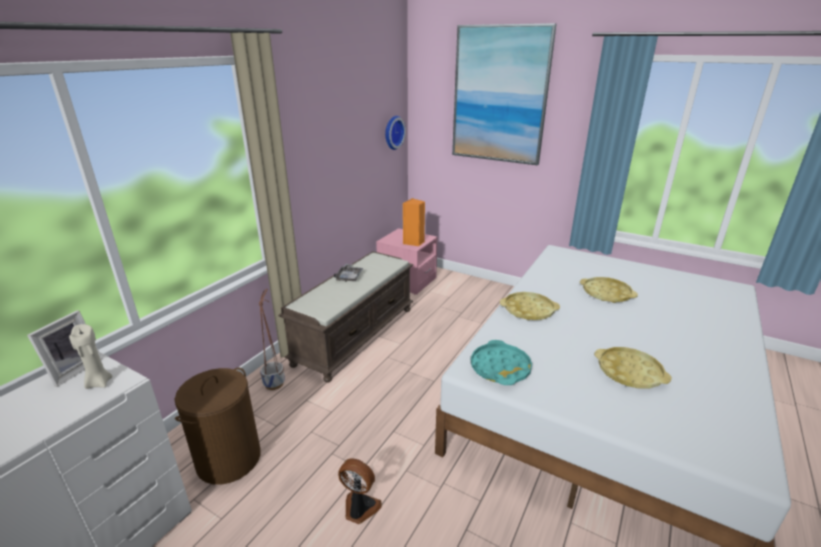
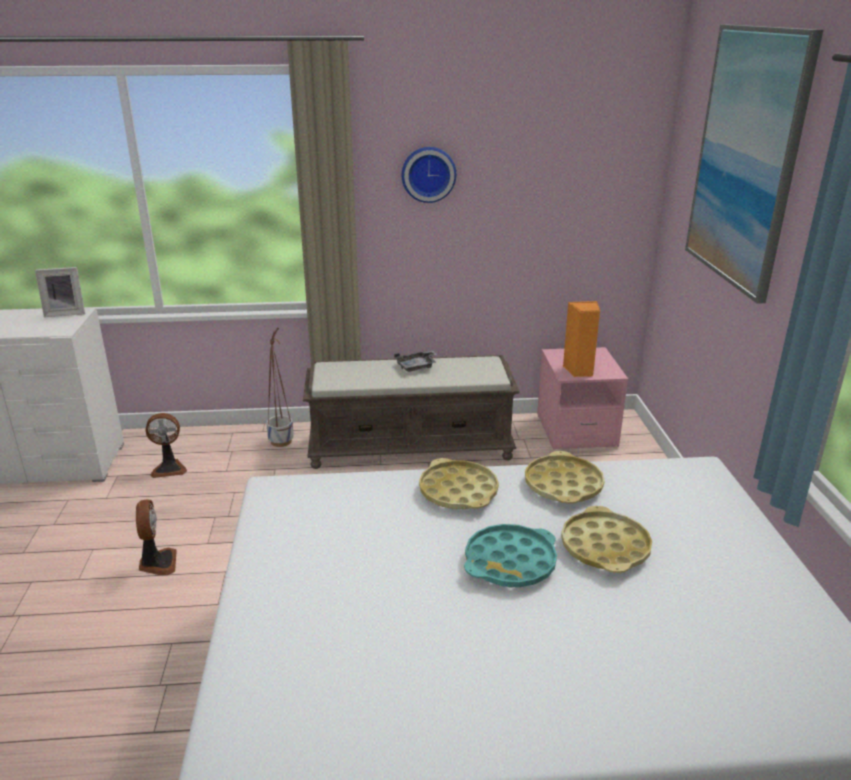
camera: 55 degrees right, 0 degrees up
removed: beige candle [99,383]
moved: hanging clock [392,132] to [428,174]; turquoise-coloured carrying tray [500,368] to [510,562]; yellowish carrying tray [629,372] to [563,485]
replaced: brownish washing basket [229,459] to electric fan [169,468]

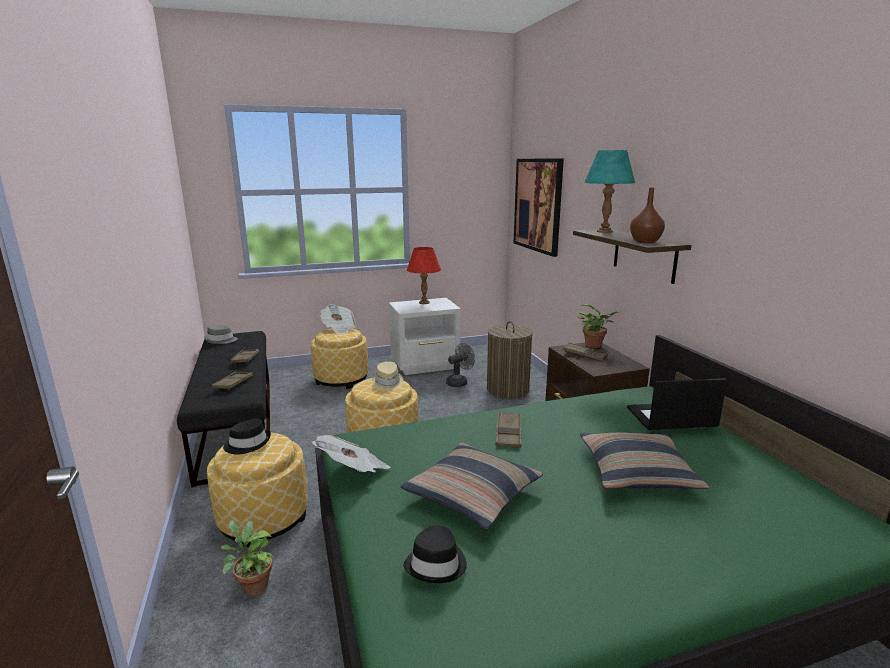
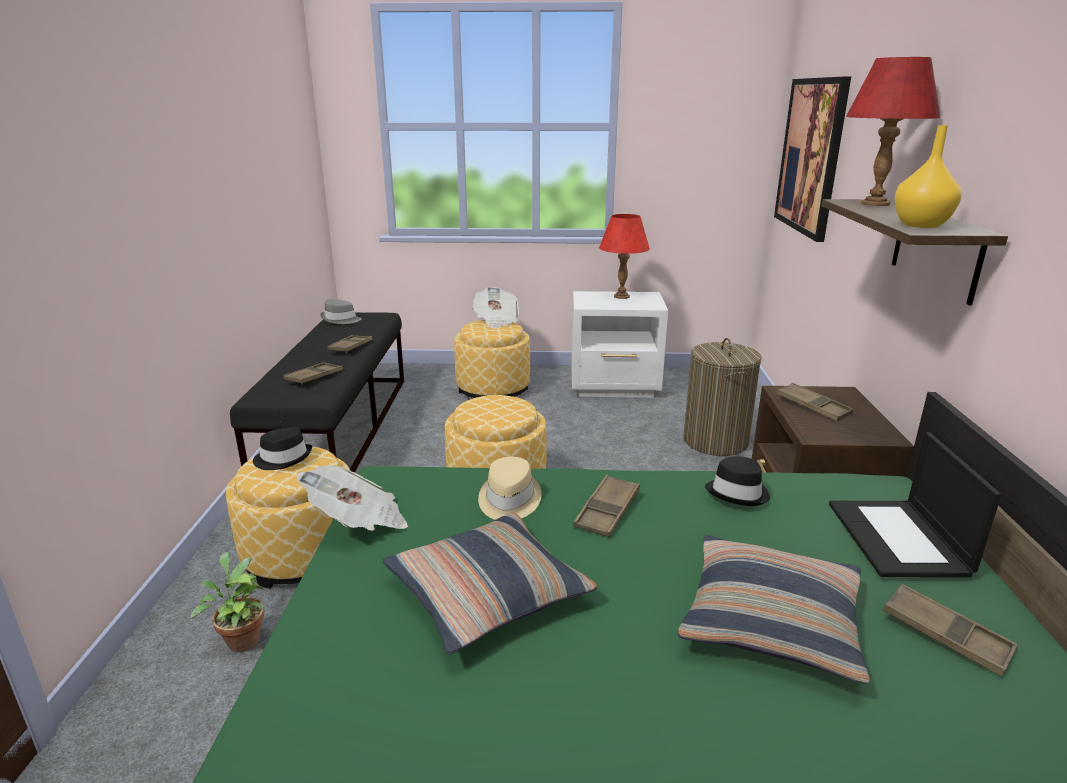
camera: 20 degrees right, 5 degrees up
removed: gray electric fan [459,382]; potted plant [595,345]
added: brownish carrying tray [946,635]
moved: beige hat [387,383] to [508,500]; black-coloured hat [436,564] to [738,493]
recoloured: turquoise-coloured lamp for a table [605,231] to red lamp for a table [875,203]; brownish decorative vase [645,242] to yellowish decorative vase [920,225]
turned: notebook computer [670,418] = [899,539] 105 degrees counterclockwise

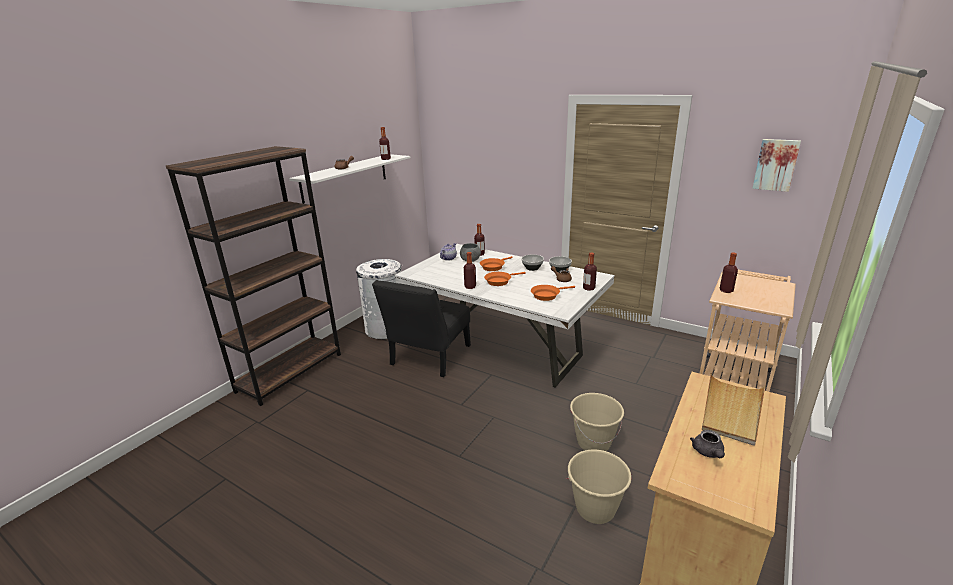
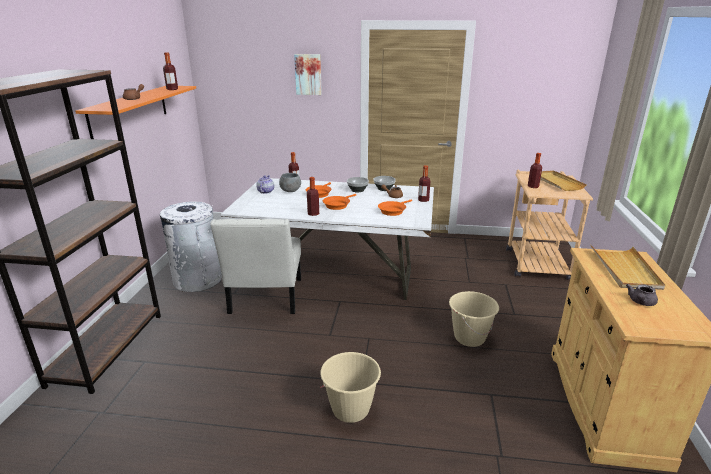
camera: 25 degrees left, 0 degrees up
added: beige carrying tray [556,182]
moved: beige pail [595,509] to [350,409]; picture [776,164] to [308,74]
recoloured: white-coloured wall shelf [345,177] to orange wall shelf [130,111]; black-coloured plain chair [428,357] to white-coloured plain chair [265,299]
turned: gray pot for tea [708,453] = [640,302] 60 degrees clockwise

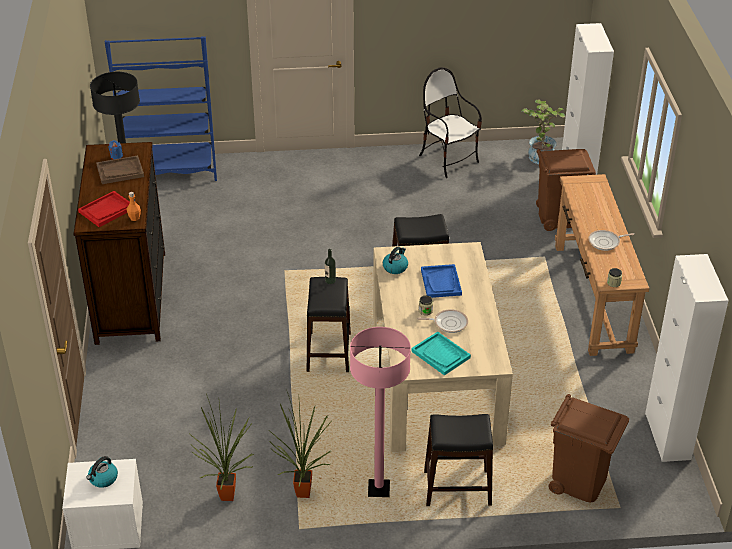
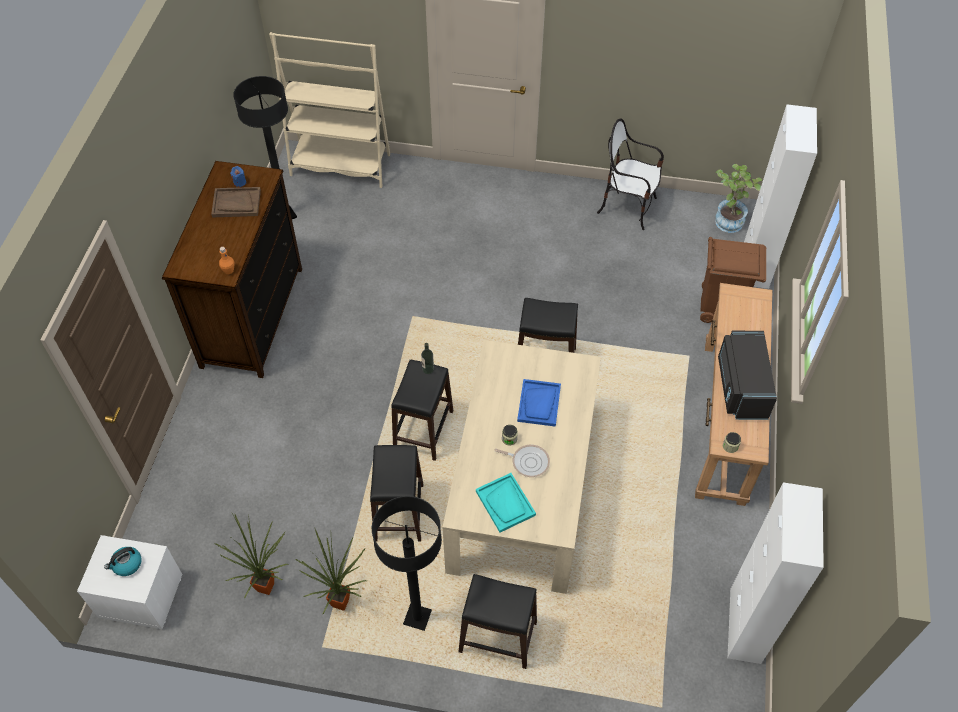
camera: 15 degrees right, 15 degrees up
removed: red carrying tray [106,210]; water kettle [395,267]; brownish trash can [579,482]
added: black-coloured stool seat [398,512]
replaced: frying pan [606,242] to black-coloured kitchen microwave [740,387]
recoloured: blue bookshelf [170,170] to beige bookshelf [340,165]; pink floor lamp [379,489] to black-coloured floor lamp [417,617]
turned: plain chair [448,160] = [627,207] 45 degrees counterclockwise

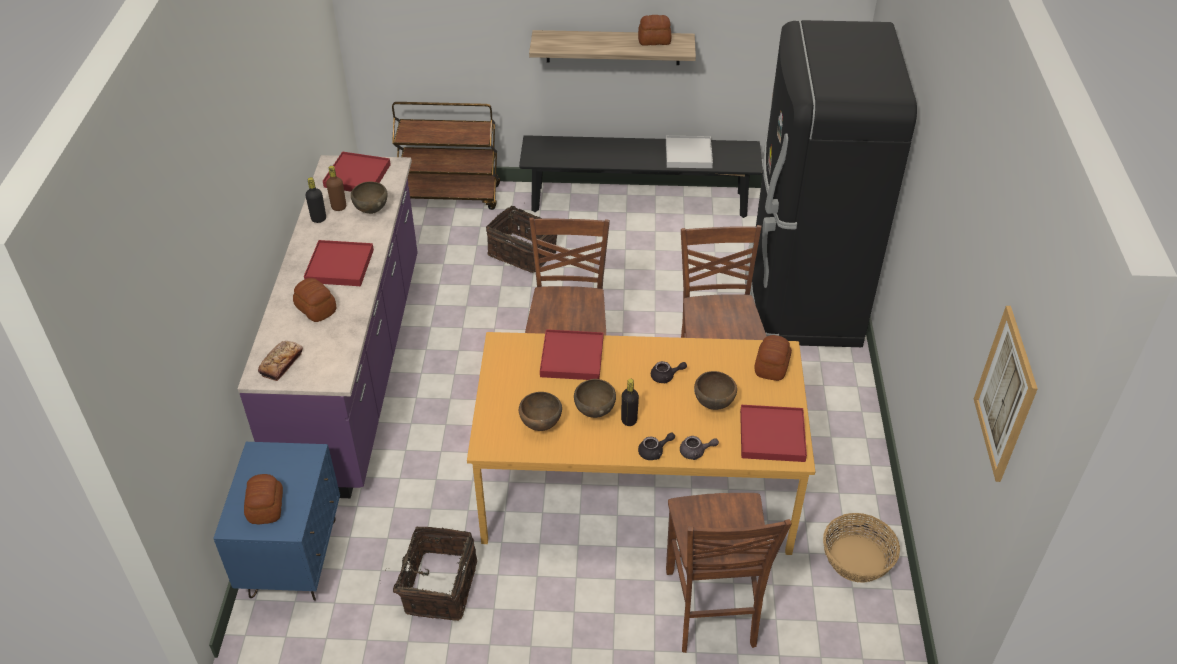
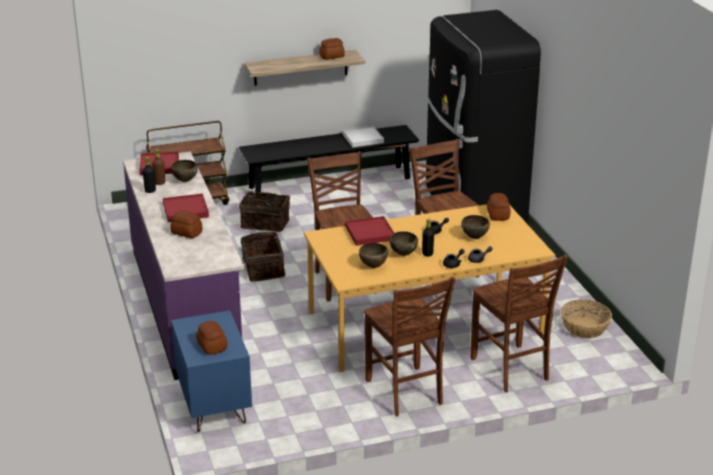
camera: 20 degrees left, 15 degrees down
removed: baked bread [281,363]; red carrying tray [772,436]; picture [1005,394]
added: brownish plain chair [405,393]
moved: storage basket [438,586] to [262,269]

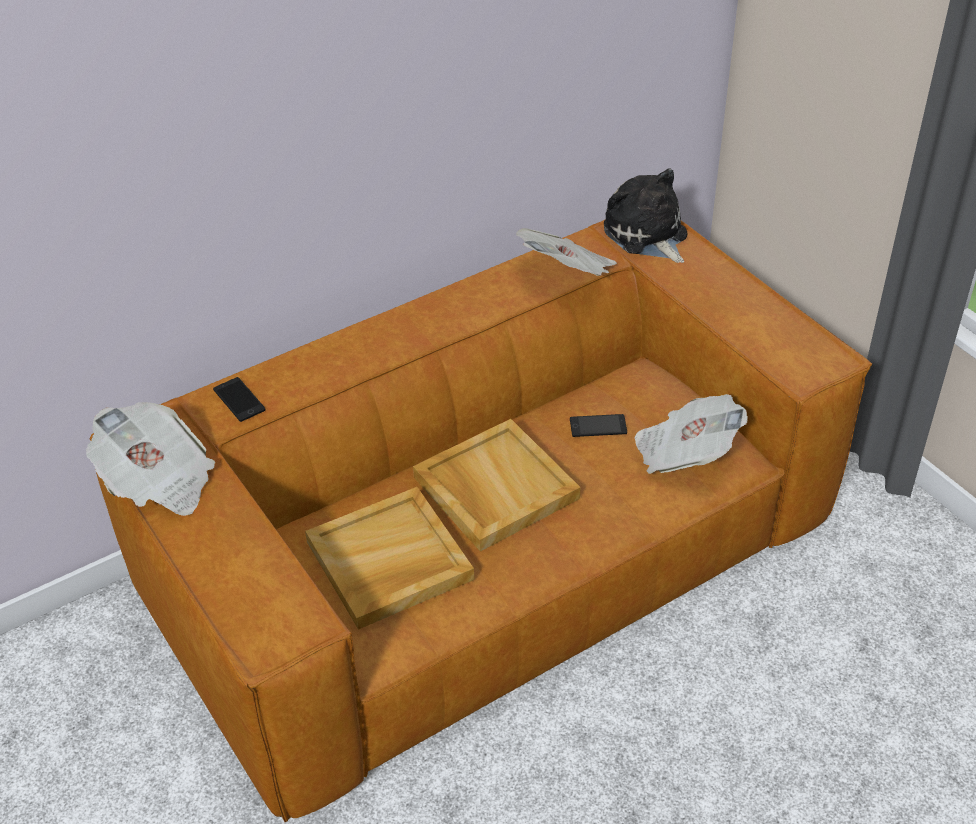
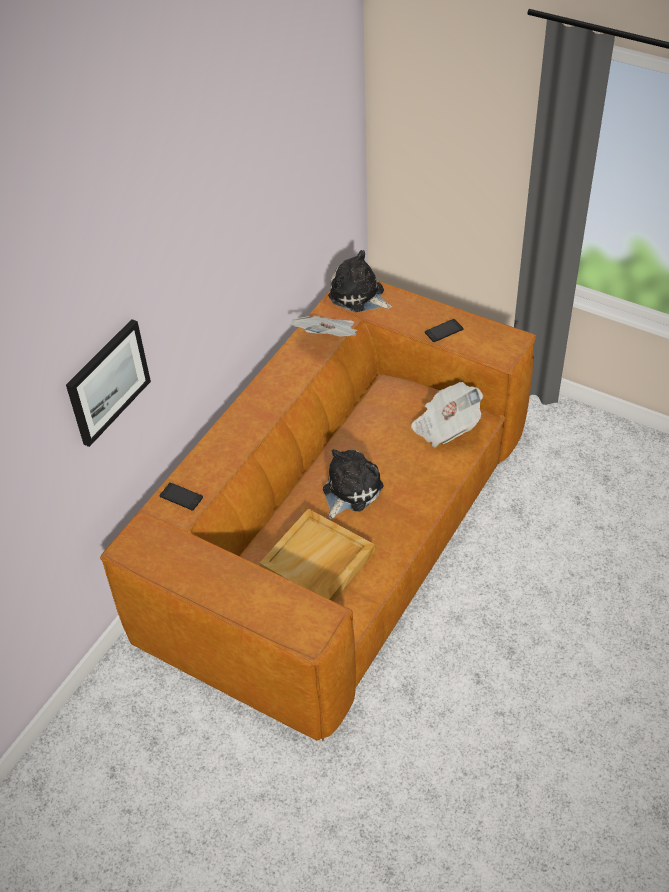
camera: 25 degrees left, 5 degrees up
removed: printed paper [158,481]
added: picture [107,381]
moved: telephone [598,426] to [444,331]
replaced: beige carrying tray [494,488] to cuddly toy [349,491]

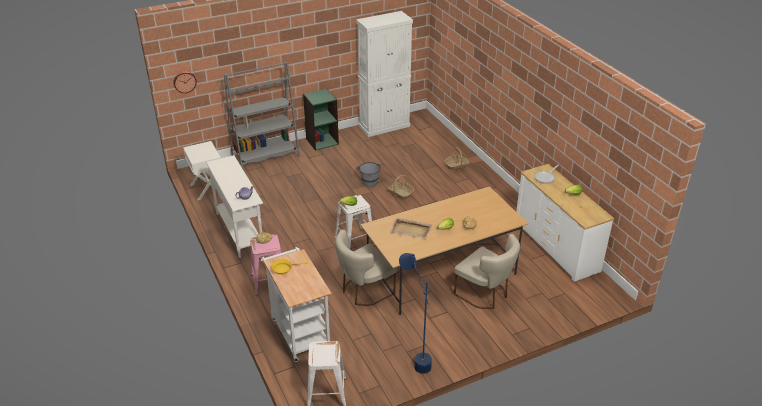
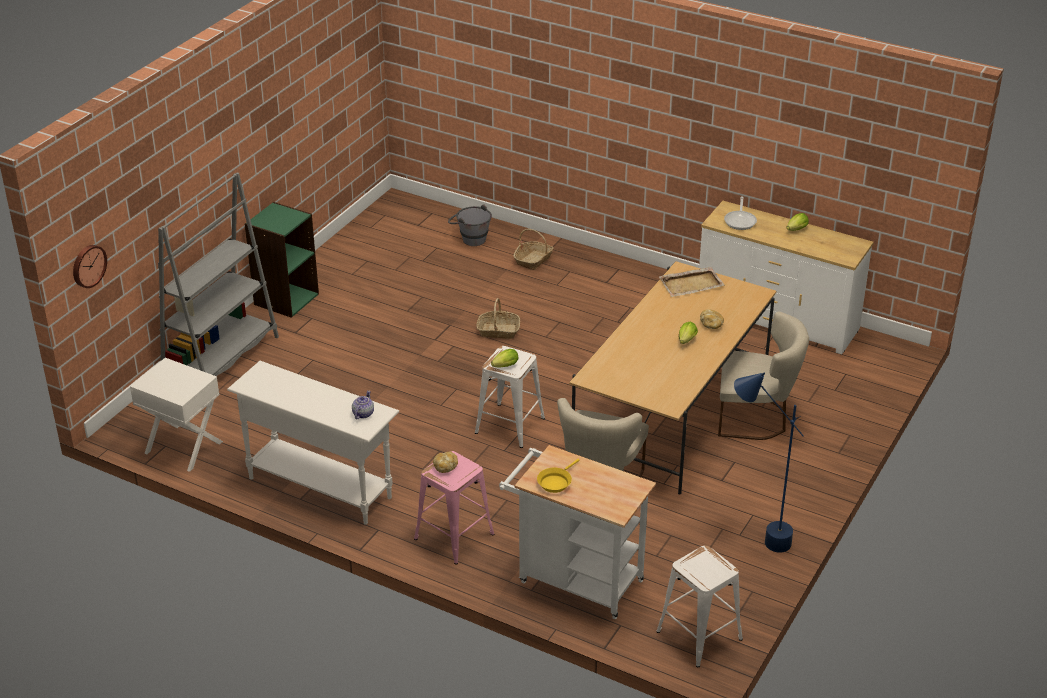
camera: 35 degrees left, 0 degrees up
removed: white-coloured cabinet [384,126]
moved: gray pail [368,181] to [470,238]; beige carrying tray [411,230] to [692,284]

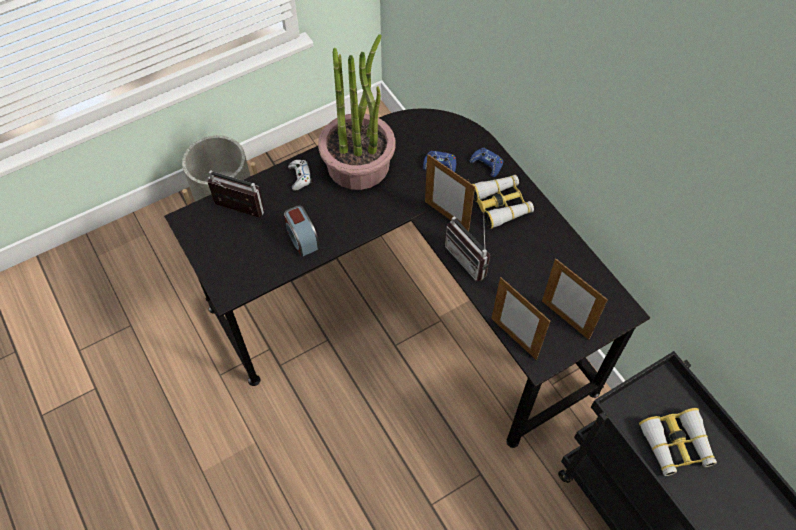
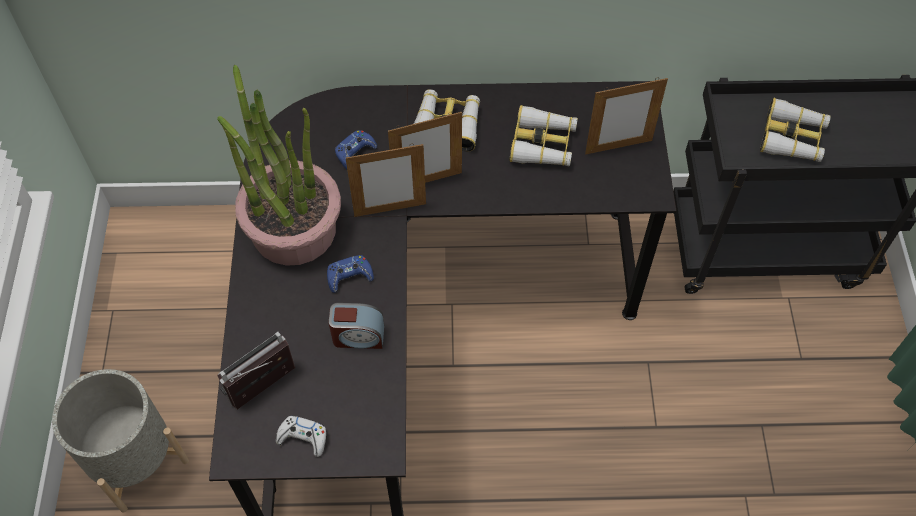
camera: 60 degrees left, 0 degrees up
removed: radio set [471,258]
added: pair of binoculars [543,144]
moved: white-coloured gamepad [300,177] to [303,438]; blue gamepad [487,164] to [349,276]; photo frame [513,338] to [390,209]

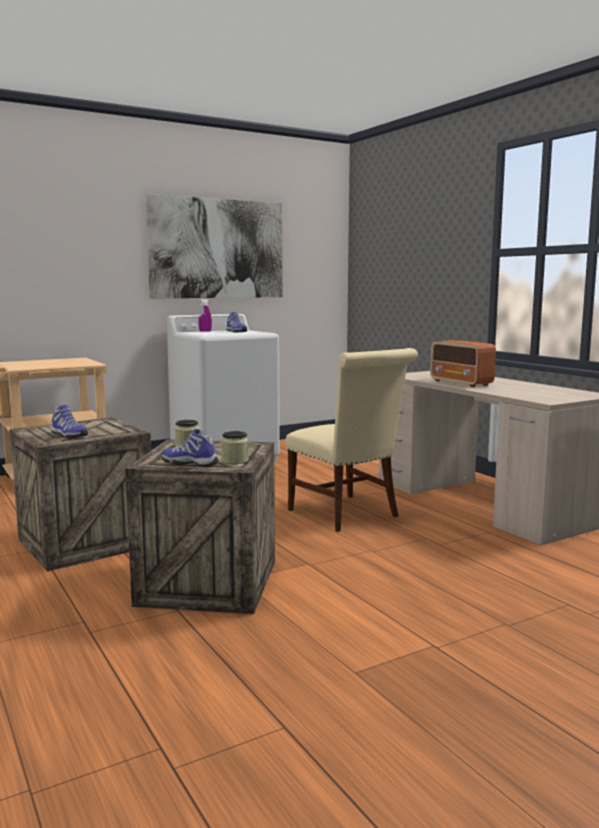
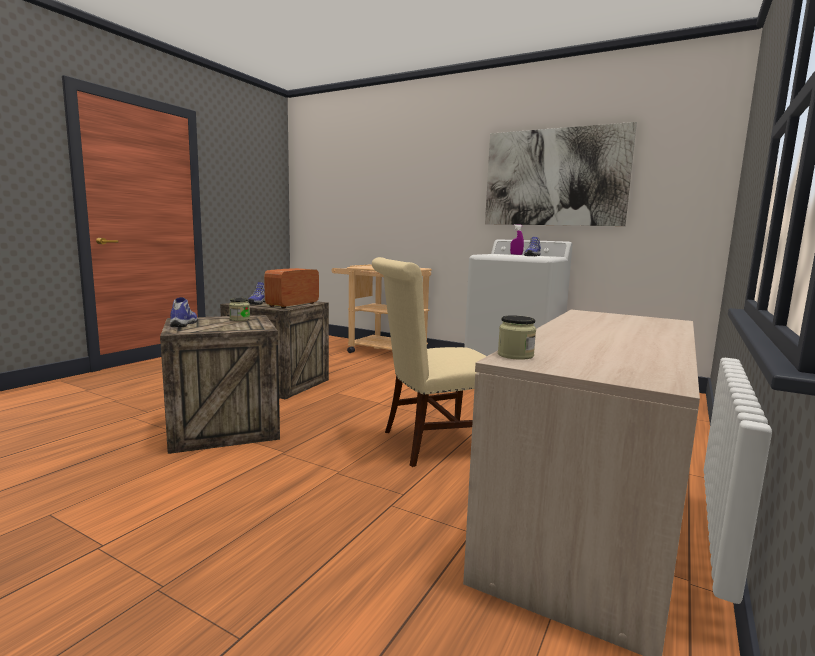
camera: 60 degrees right, 0 degrees up
moved: storage jar [235,461] to [515,355]; radio set [461,383] to [292,305]
turned: beige plain chair [348,514] = [430,443] 45 degrees clockwise

